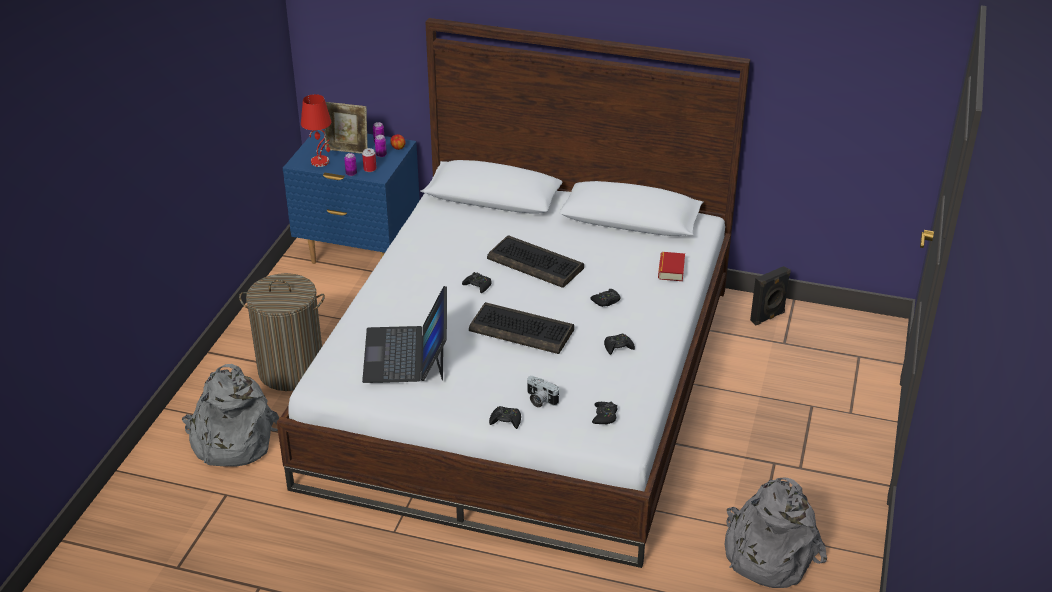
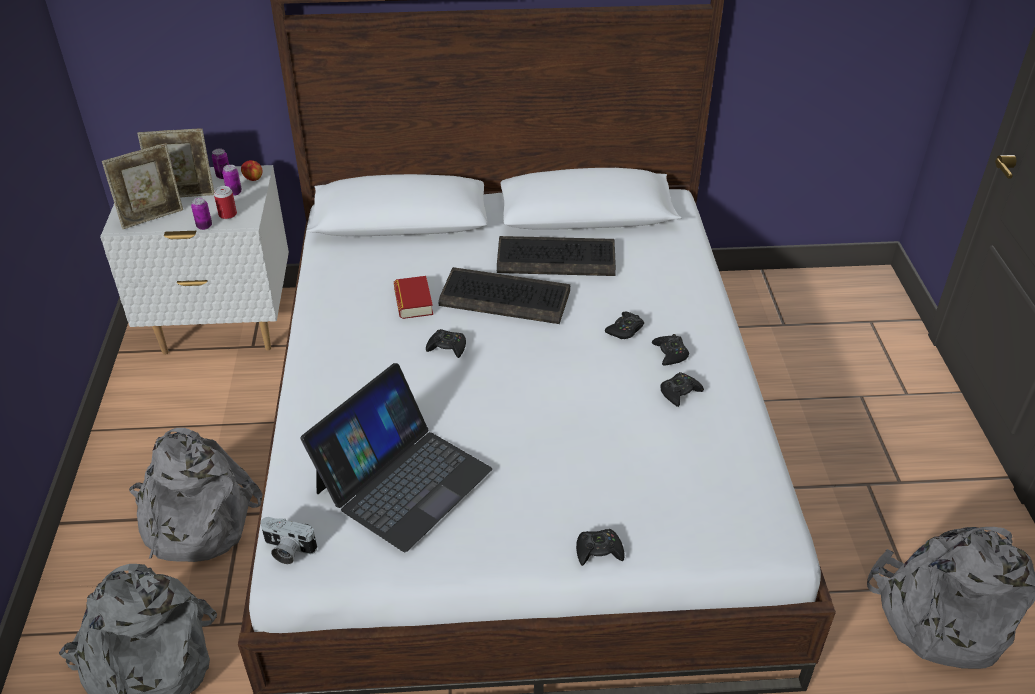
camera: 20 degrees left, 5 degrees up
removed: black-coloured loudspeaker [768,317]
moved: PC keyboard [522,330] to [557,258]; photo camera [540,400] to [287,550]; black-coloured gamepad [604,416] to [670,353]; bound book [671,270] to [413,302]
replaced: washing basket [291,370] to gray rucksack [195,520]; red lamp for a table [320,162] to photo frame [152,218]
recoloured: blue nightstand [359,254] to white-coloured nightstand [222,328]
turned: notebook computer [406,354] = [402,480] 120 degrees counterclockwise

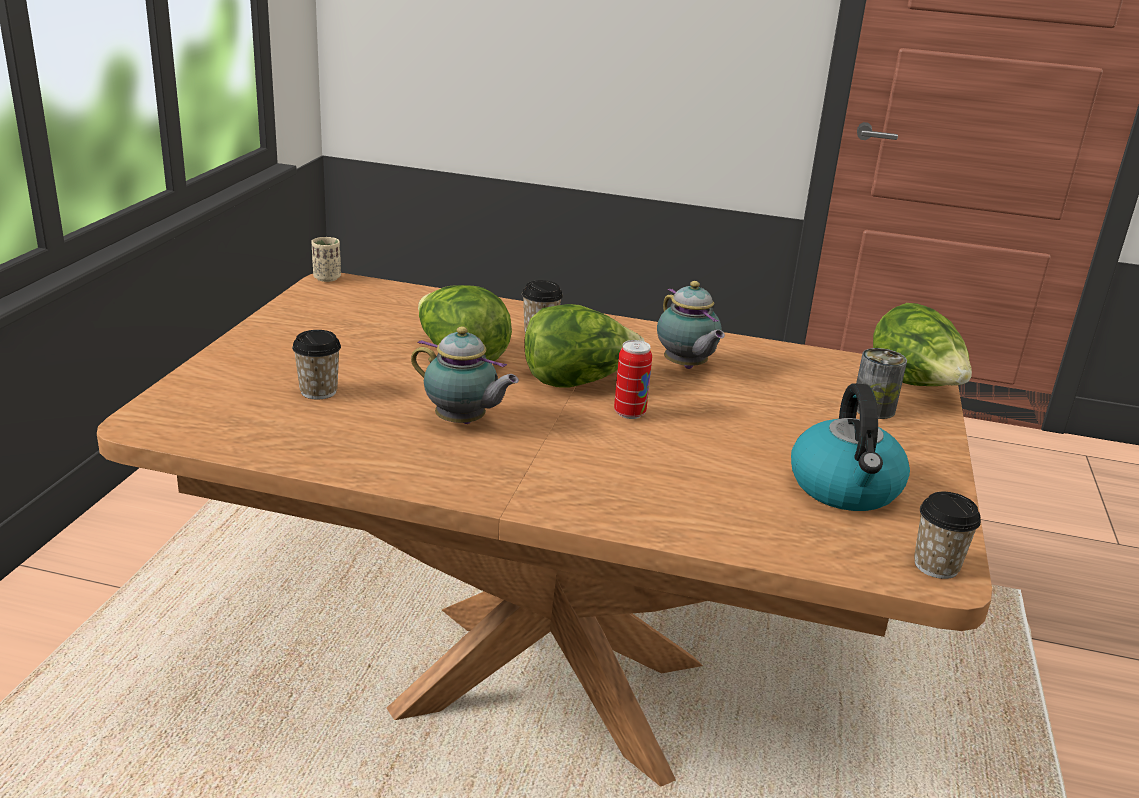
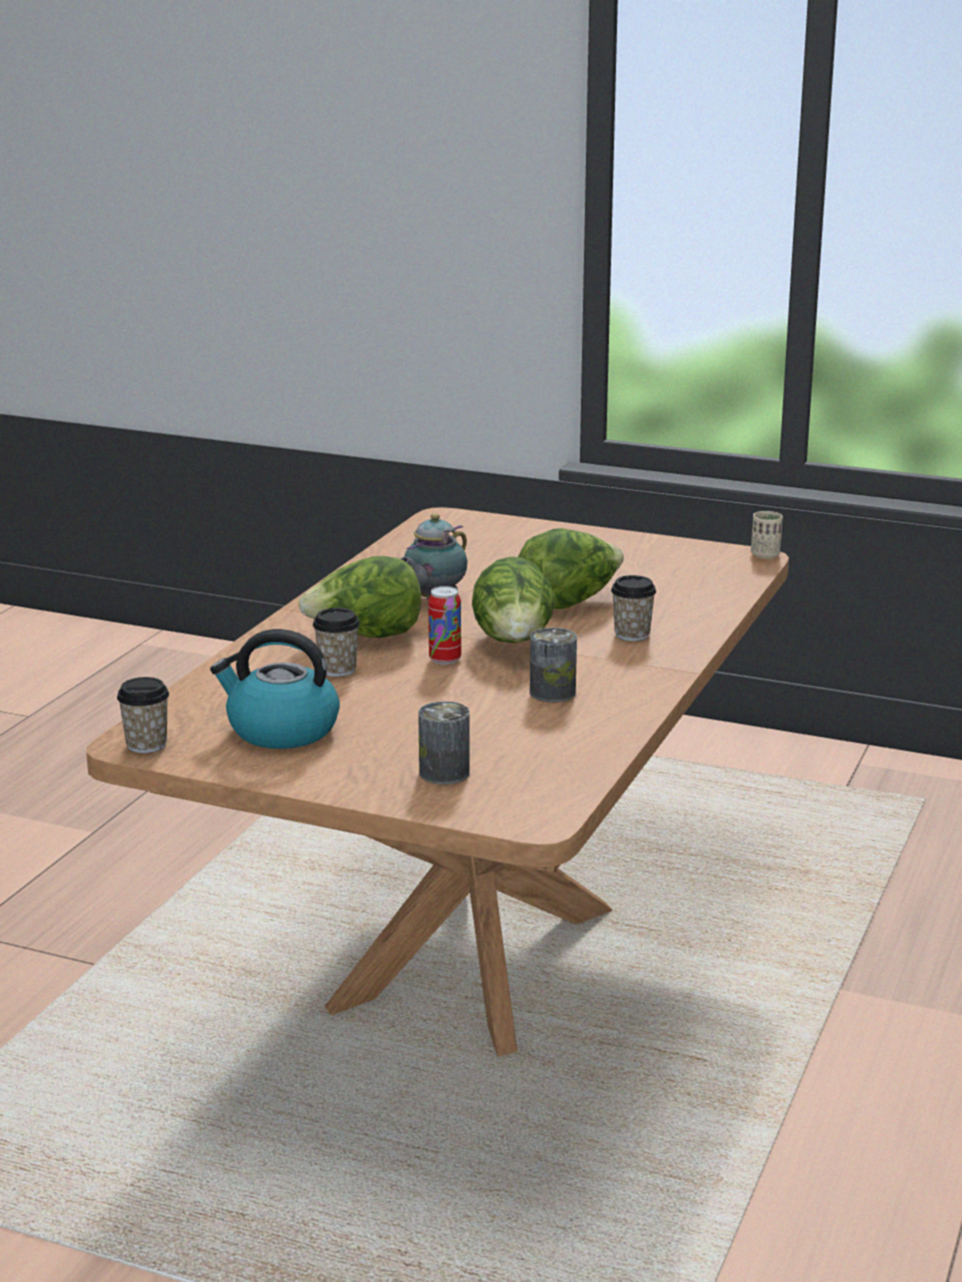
camera: 100 degrees right, 5 degrees down
moved: drinking cup [318,391] to [337,670]; head of lettuce [915,385] to [366,637]
replaced: pot for tea [685,367] to sealed can [552,693]

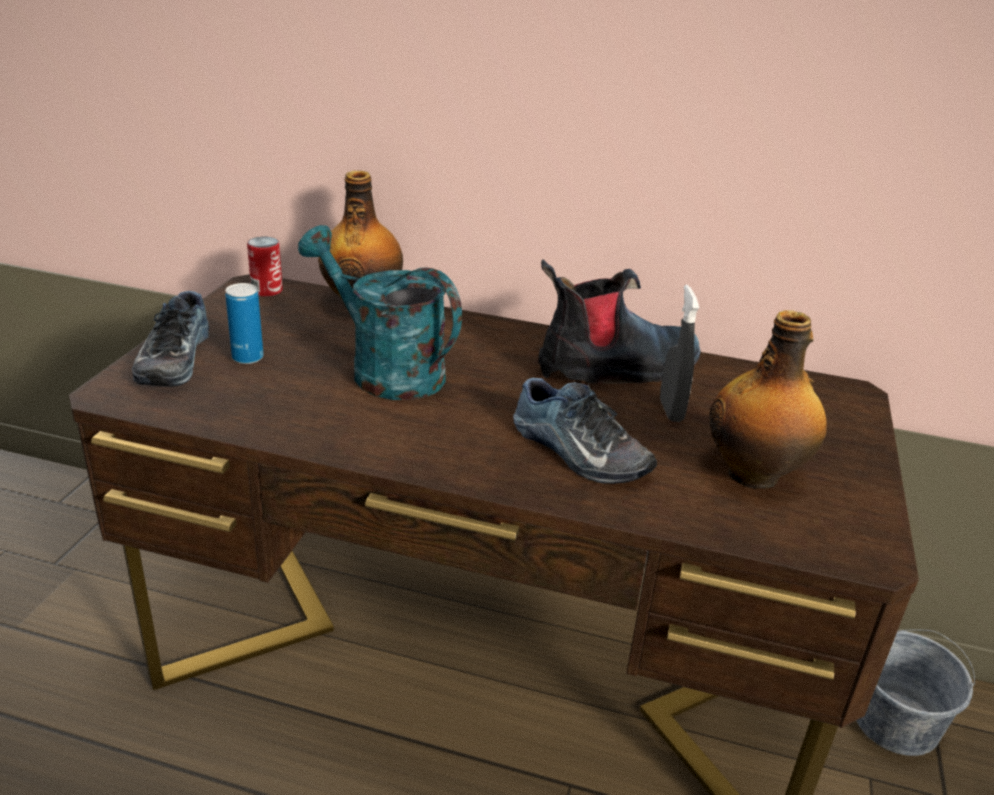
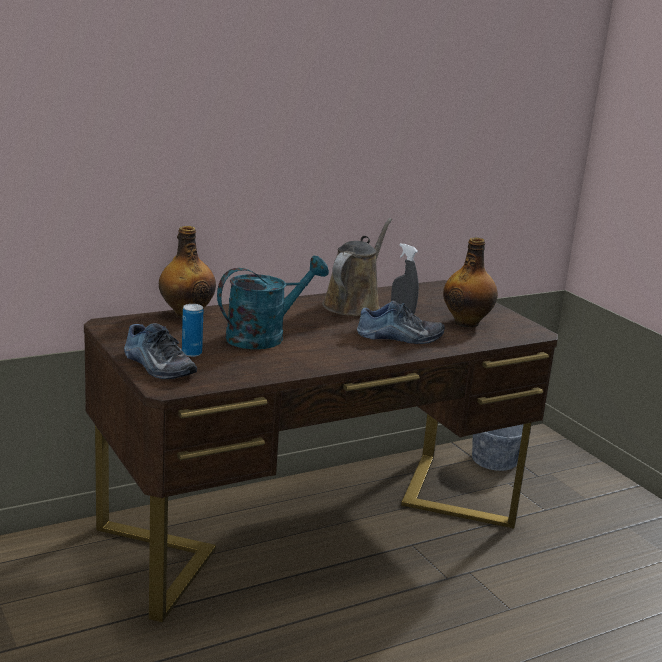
camera: 45 degrees left, 10 degrees down
removed: sealed can [267,290]
replaced: boot [617,369] to brownish sprinkling can [354,304]
turned: turquoise-coloured sprinkling can [384,370] = [264,336] 150 degrees clockwise

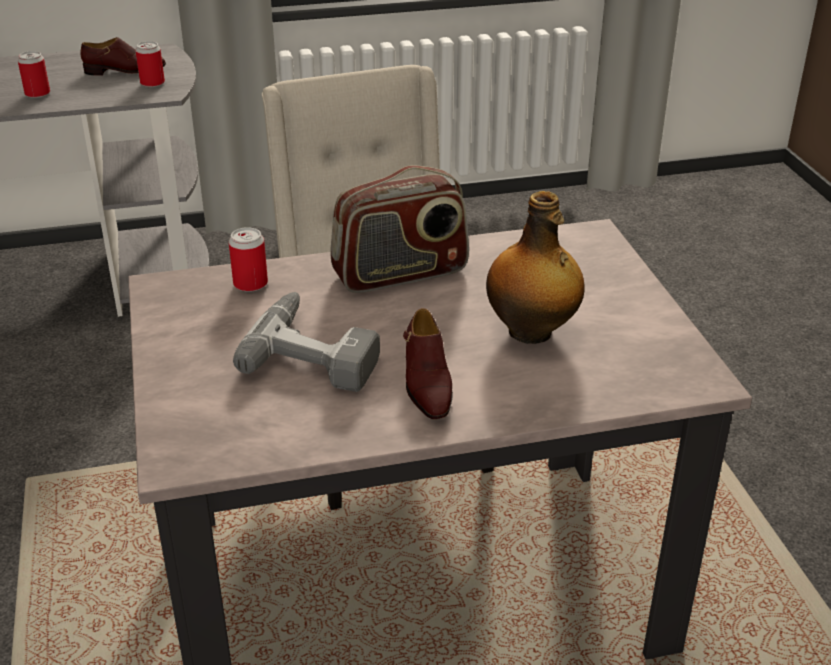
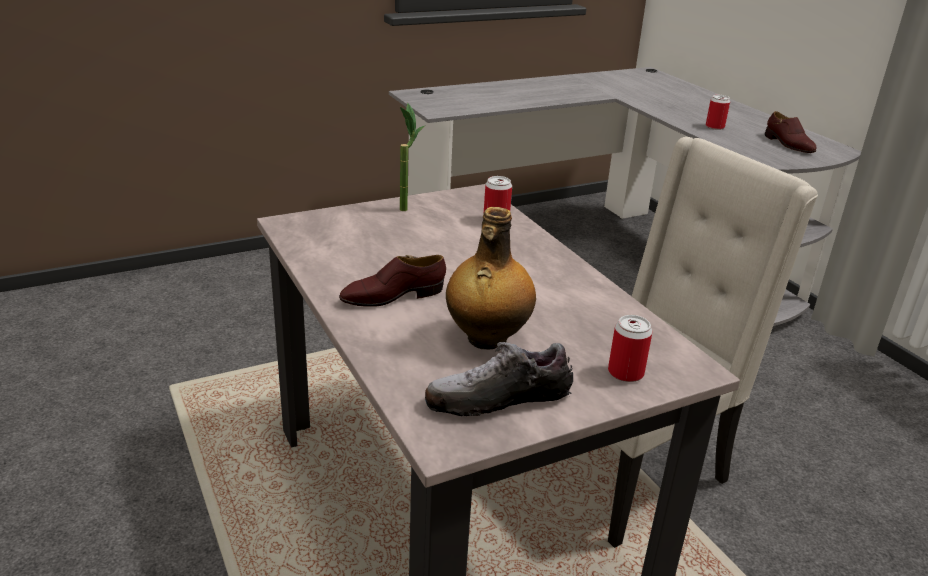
camera: 75 degrees right, 5 degrees down
removed: drill [317,351]; radio set [400,274]
added: potted plant [406,206]; item of footwear [497,399]
moved: sealed can [152,83] to [625,373]

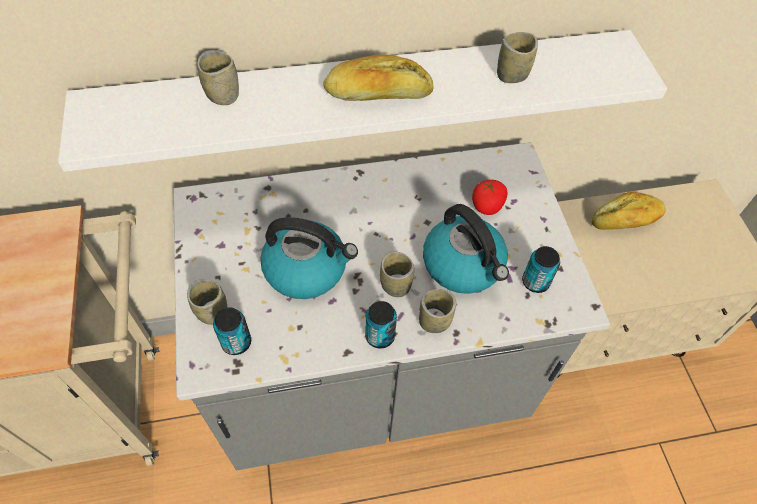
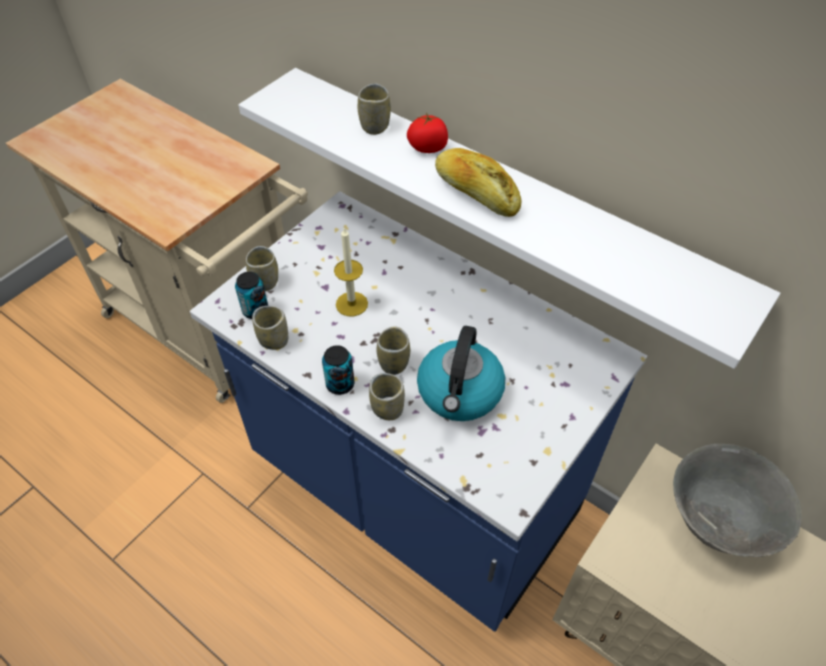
camera: 50 degrees right, 5 degrees down
removed: sealed can [535,282]
moved: fresh tomato [487,206] to [428,147]; drinking cup [512,75] to [274,340]
replaced: water kettle [307,269] to candle [351,304]; baked bread [626,220] to gray bowl [718,521]
recoloured: gray kitchen counter [373,383] to blue kitchen counter [413,490]

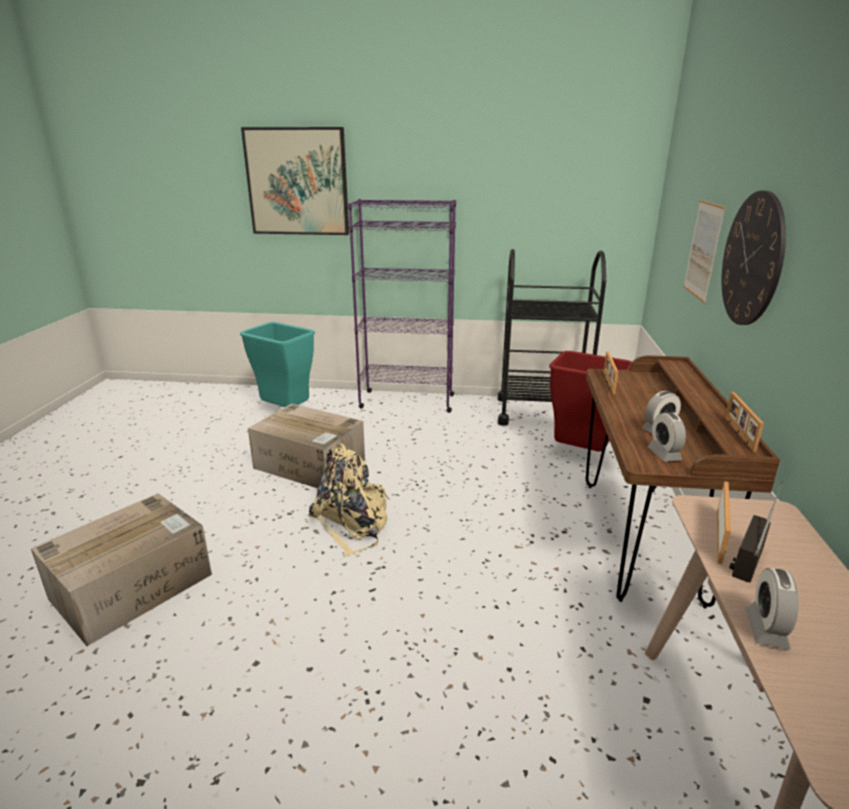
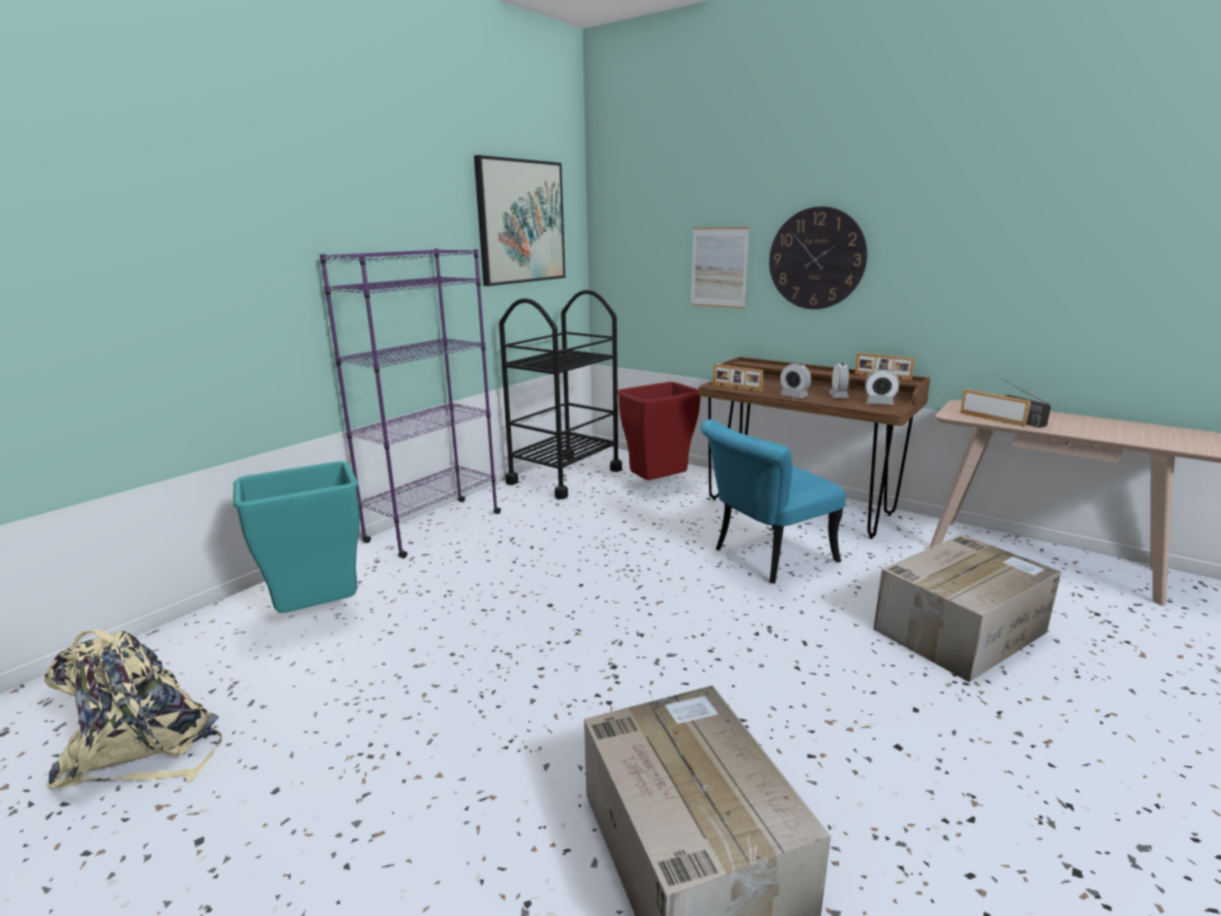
camera: 60 degrees left, 5 degrees down
added: turquoise-coloured plain chair [765,558]
moved: picture [297,182] to [521,222]; packing box [311,464] to [960,630]; beige rucksack [352,523] to [145,749]; bedside clock [766,629] to [794,396]

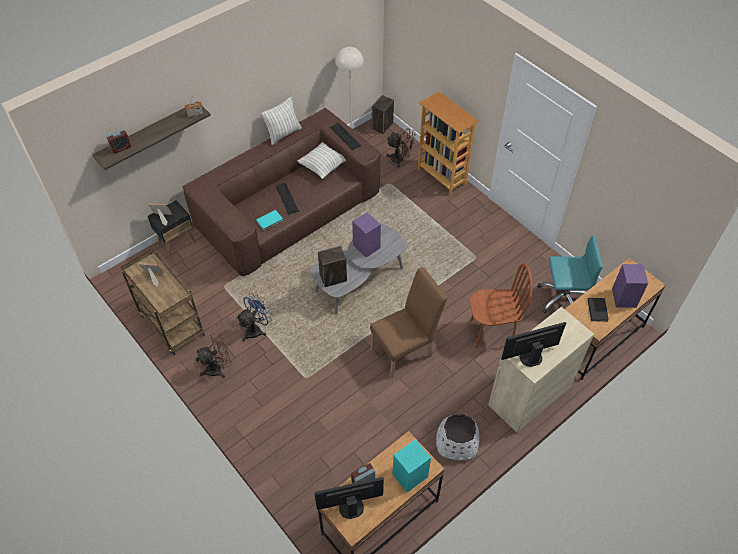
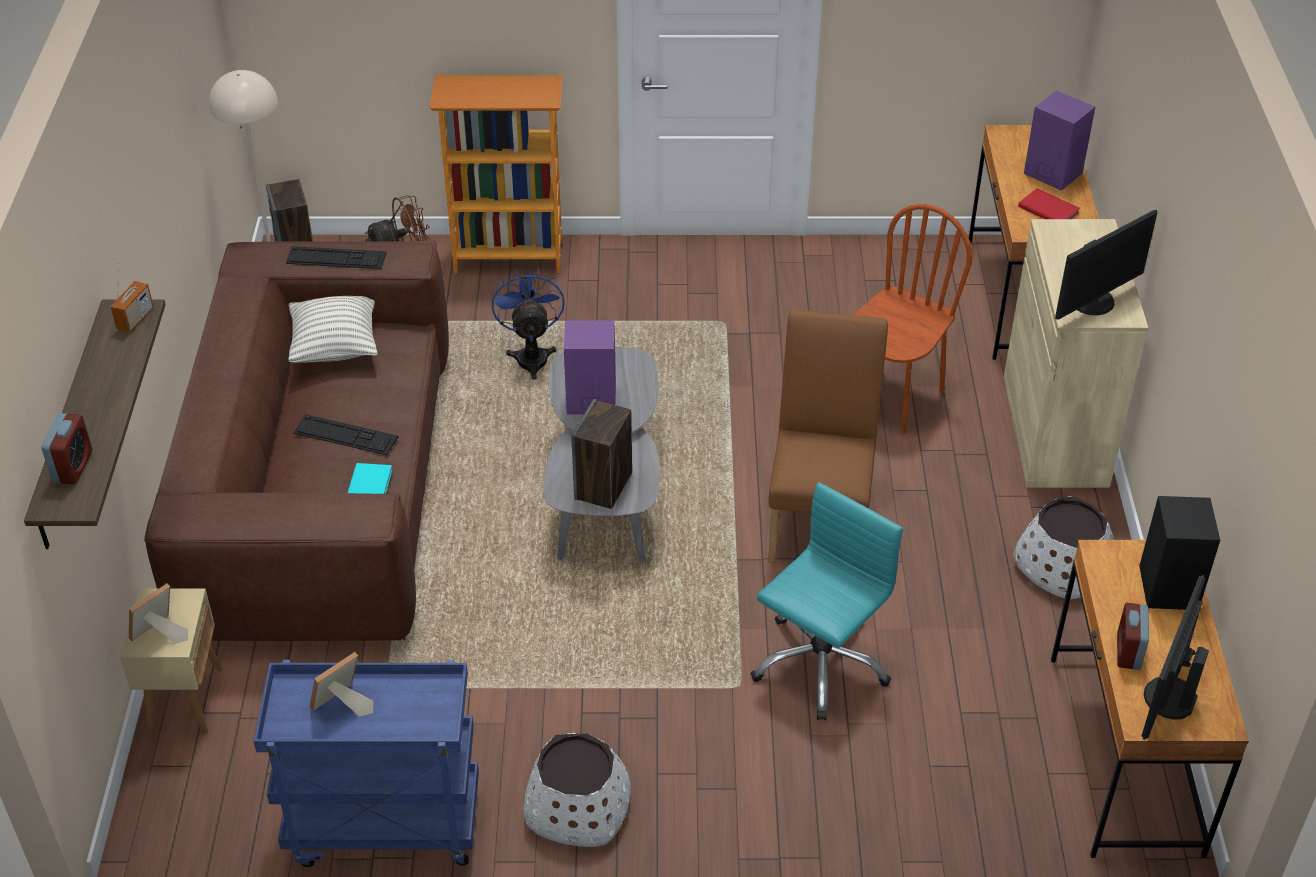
camera: 50 degrees left, 10 degrees down
removed: cushion [283,134]
moved: blue electric fan [256,329] to [531,355]; turquoise-coloured office chair [563,298] to [819,664]
replaced: brownish electric fan [218,368] to white-coloured flower pot [578,808]
recoloured: brownish cart [170,324] to blue cart [382,827]; black-coloured end table [177,243] to beige end table [185,699]; turquoise-coloured loudspeaker [409,476] to black-coloured loudspeaker [1168,589]; black-coloured bound book [598,310] to red bound book [1048,209]
turned: computer display [530,356] = [1093,302] 150 degrees counterclockwise

